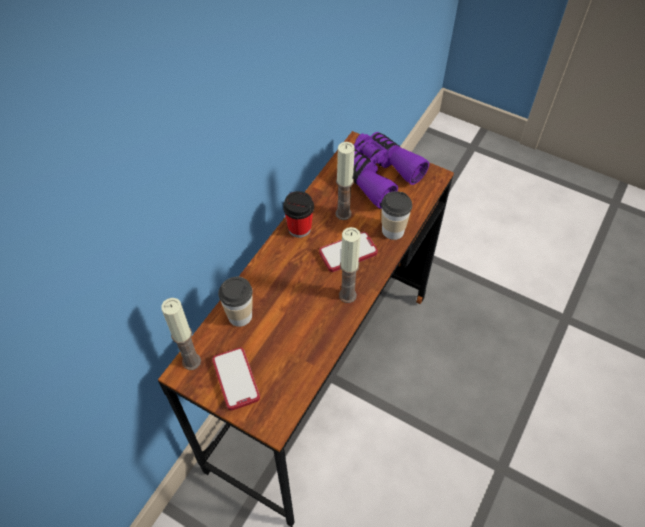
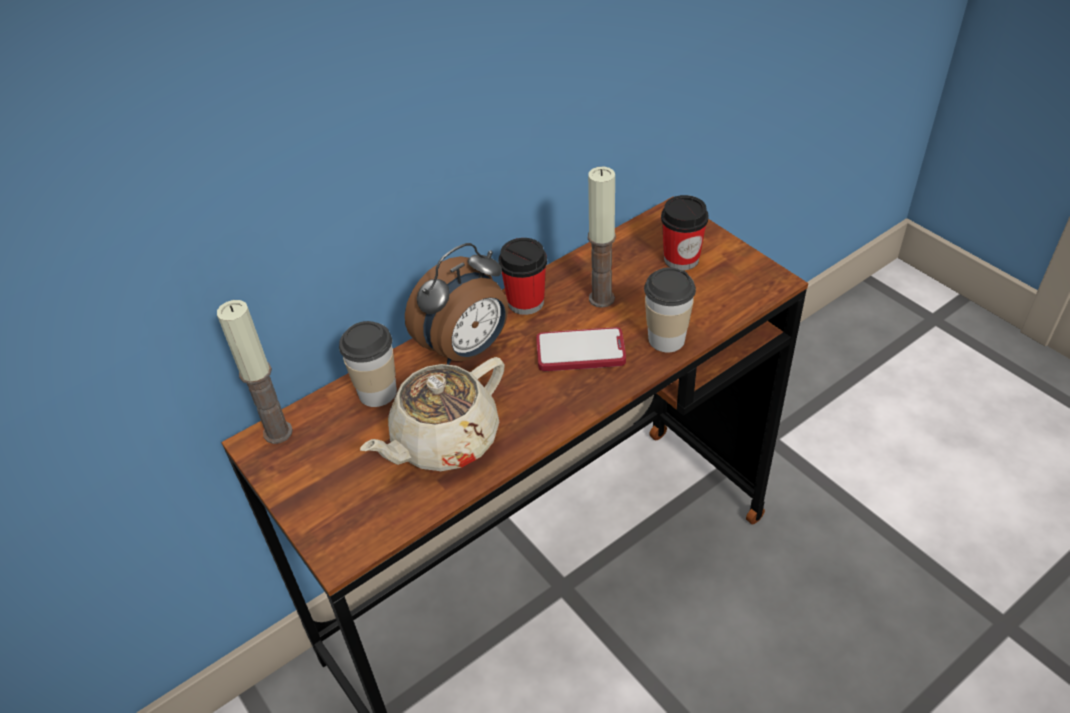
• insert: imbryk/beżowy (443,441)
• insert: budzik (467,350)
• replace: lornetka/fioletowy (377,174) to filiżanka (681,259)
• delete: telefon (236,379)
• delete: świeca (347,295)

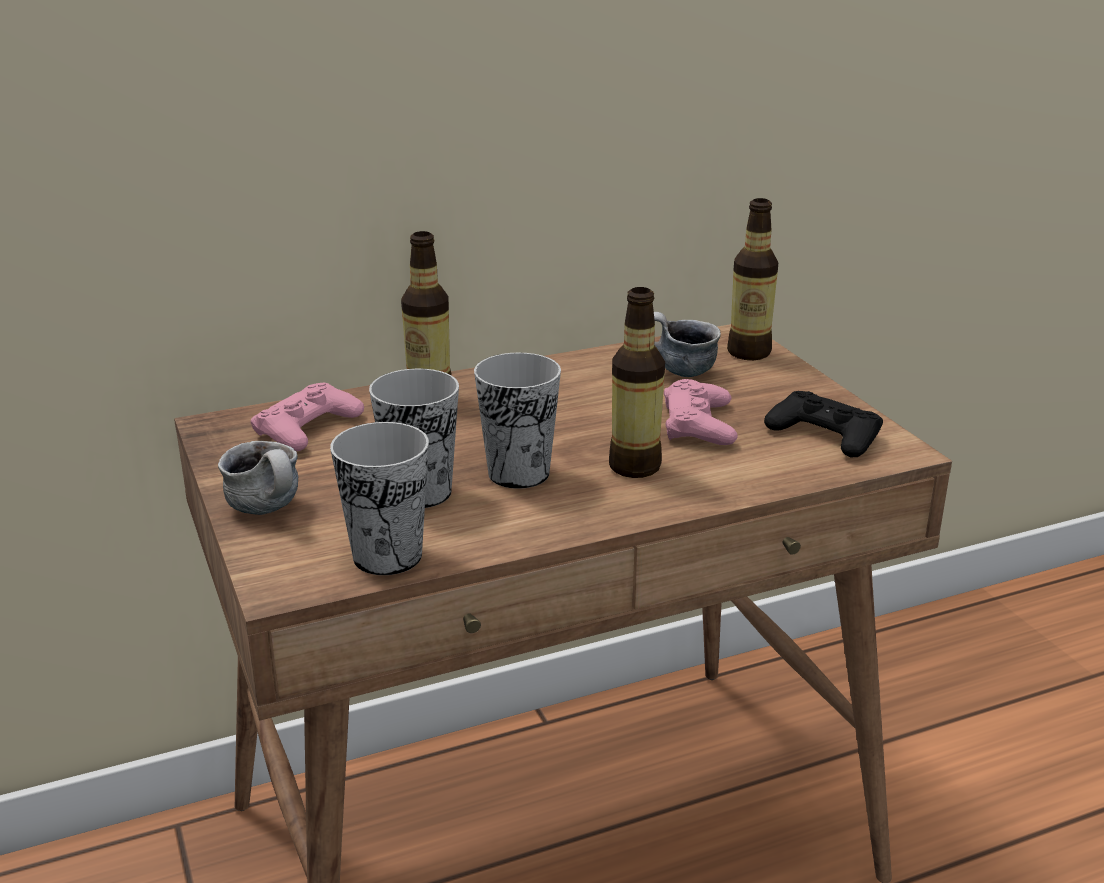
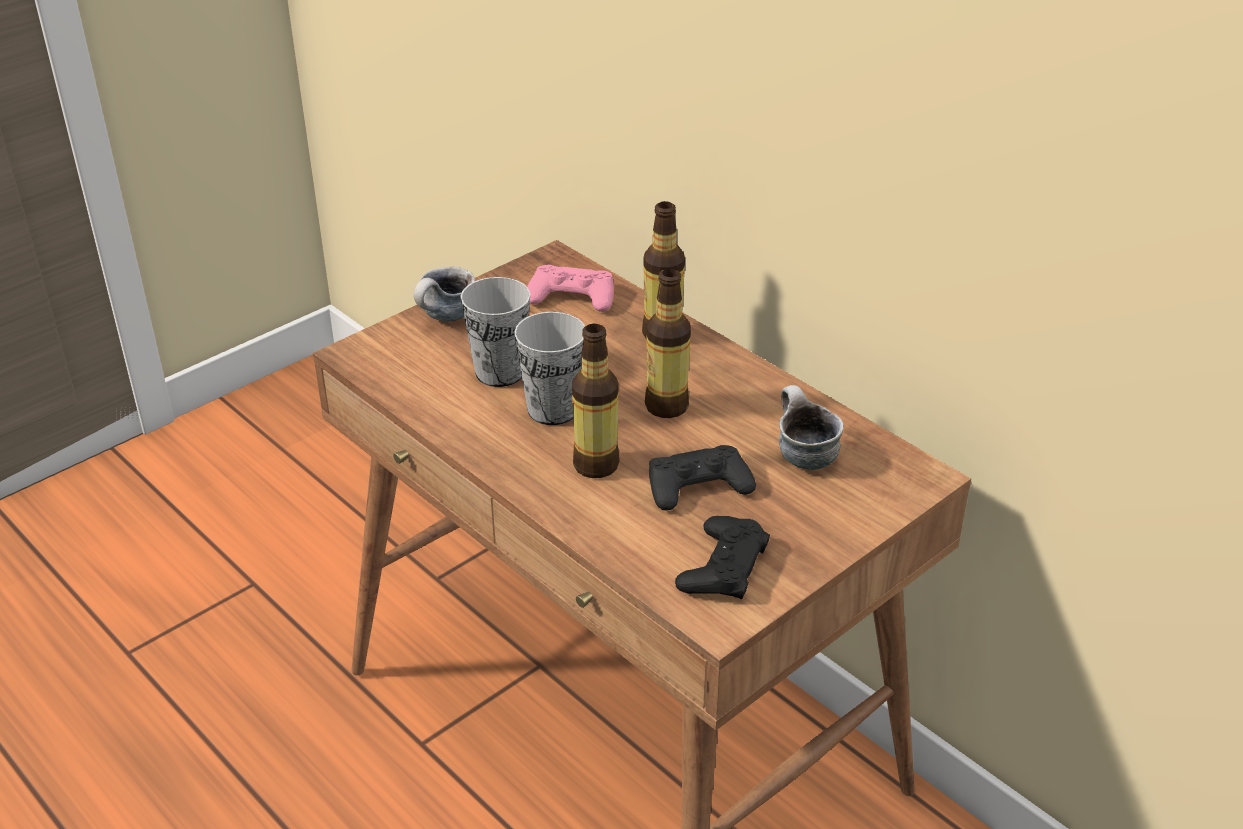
• move: butelka (749,352) to (666,406)
• recolor: pad do gier/różowy (698,424) to pad do gier/czarny (698,486)
• delete: filiżanka (387,556)

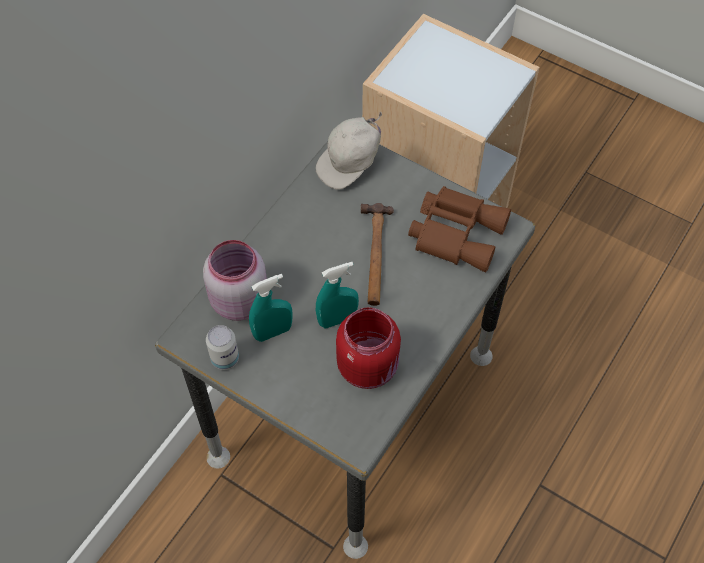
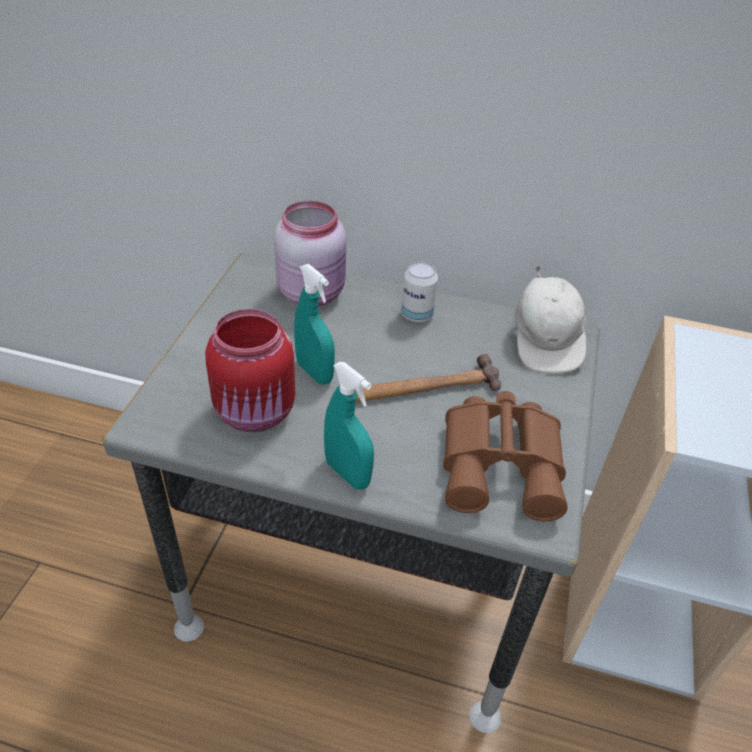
• move: spryskiwacz/turkusowy (273,332) to (347,473)
• move: puszka (225,359) to (417,315)
• rotate: czapka z daszkiem/biały (350,164) = (546,342) 120 degrees counterclockwise

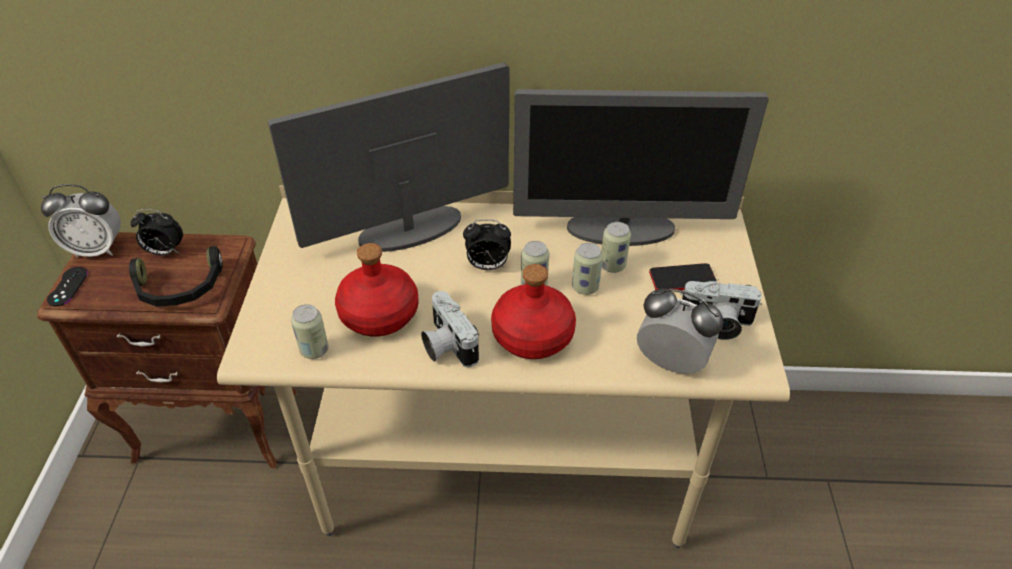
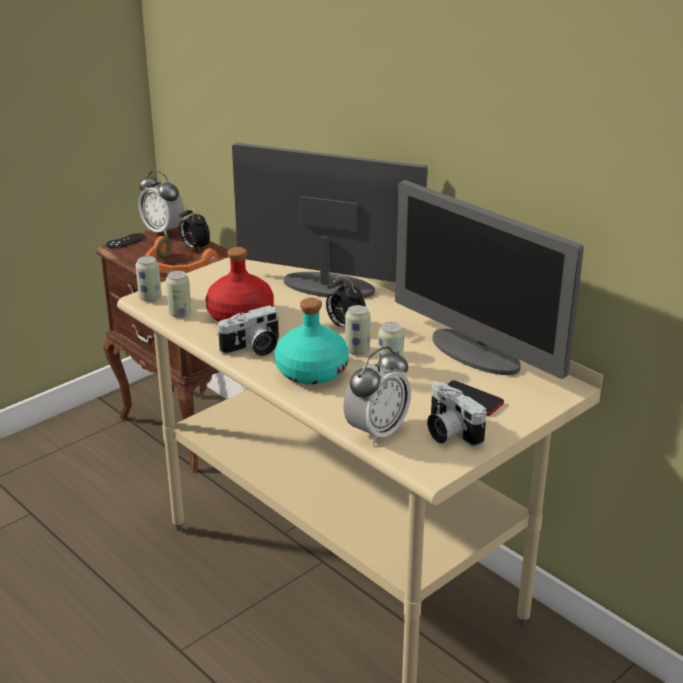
• move: puszka (612,266) to (150,298)
• recolor: słuchawki/czarny (179,288) to słuchawki/pomarańczowy (176,268)
• rotate: aparat fotograficzny (446,345) = (253,348) 135 degrees counterclockwise
• recolor: butelka/czerwony (531,336) to butelka/turkusowy (311,371)
• rotate: budzik (671,362) = (377,431) 60 degrees clockwise

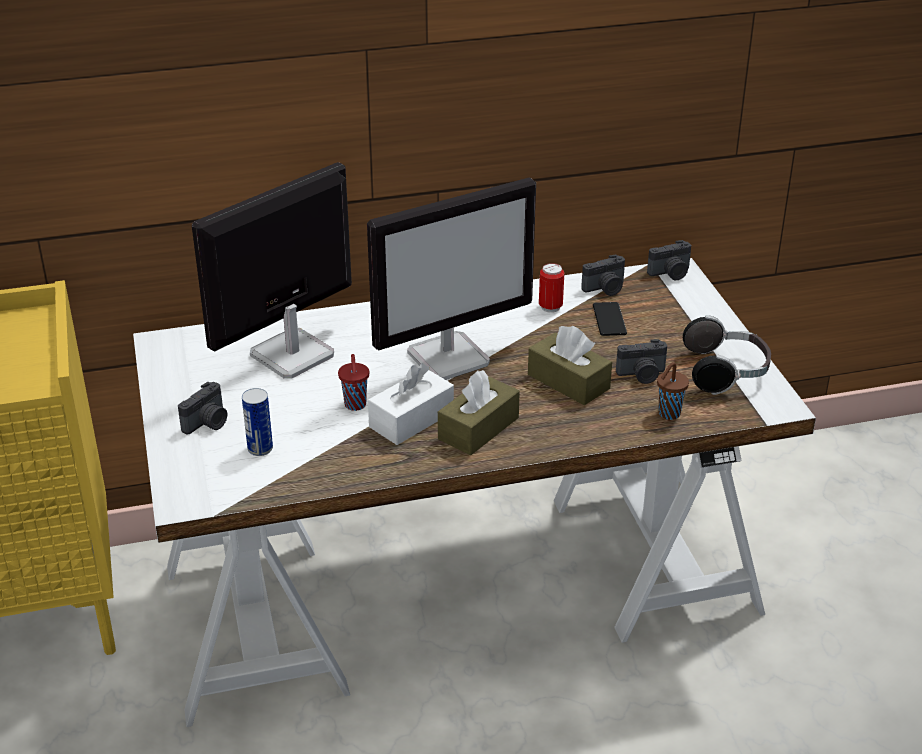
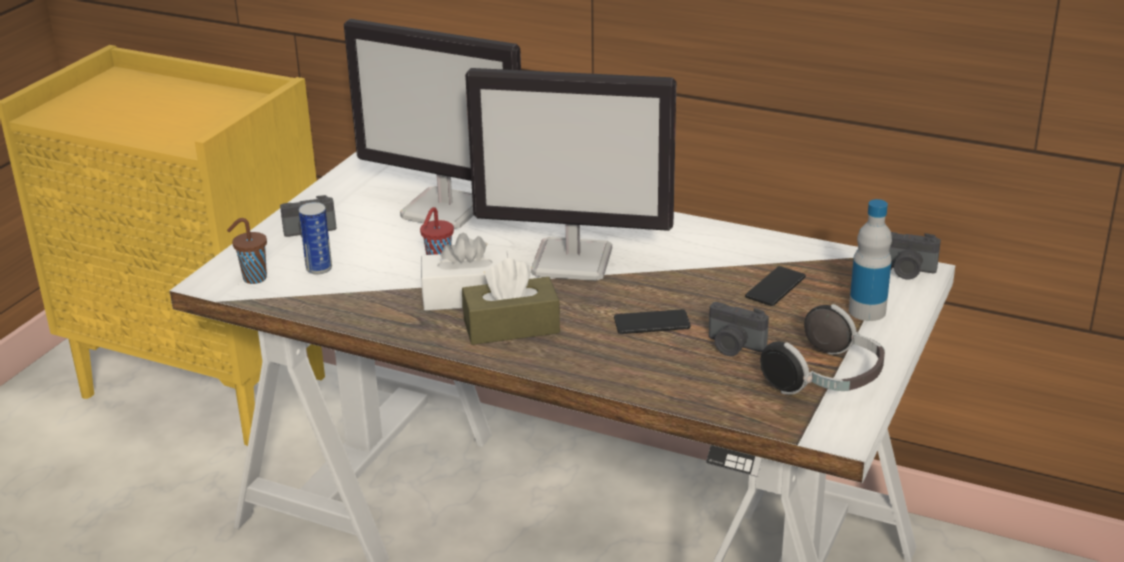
• move: filiżanka/brązowy (668,414) to (253,278)
• rotate: monitor (291,356) = (446,210) 150 degrees counterclockwise
• replace: pudełko chusteczek/brązowy (568,382) to telefon (652,323)
• insert: butelka (867,311)
• delete: puszka (550,307)
• delete: aparat fotograficzny (605,289)

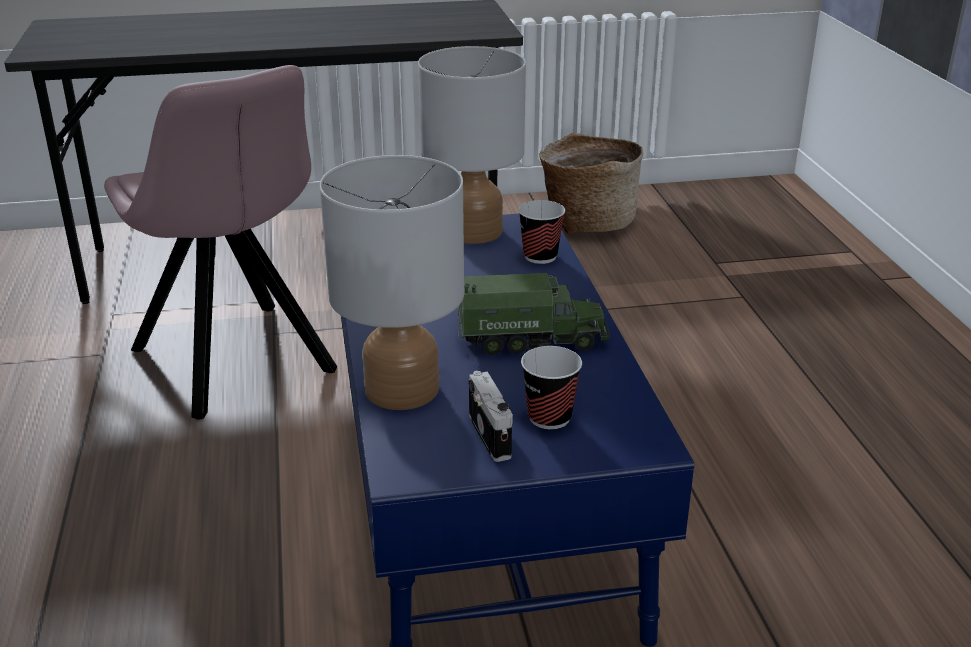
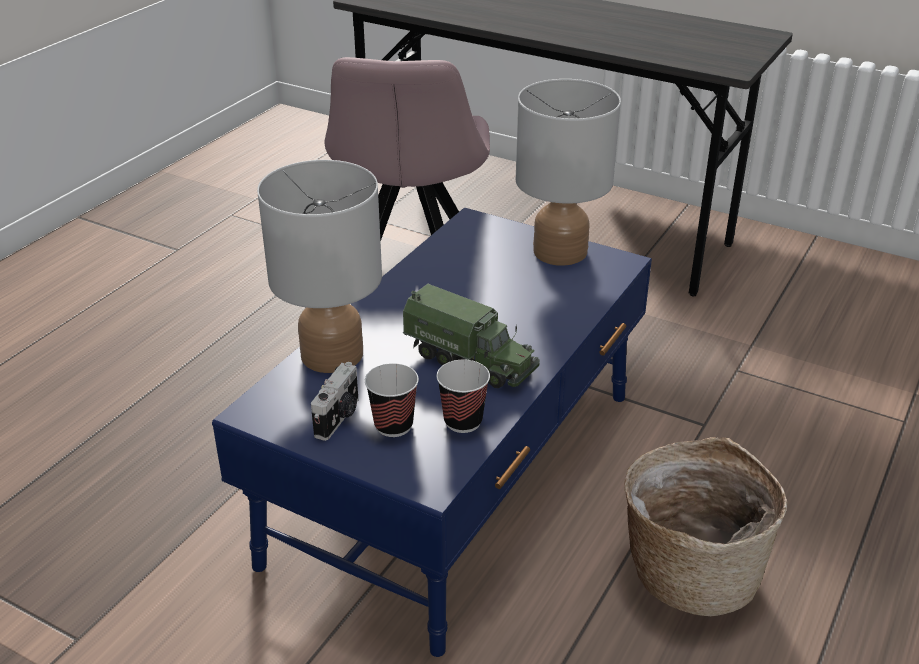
• move: filiżanka (540,256) to (463,421)
• move: koszyk (587,222) to (690,571)

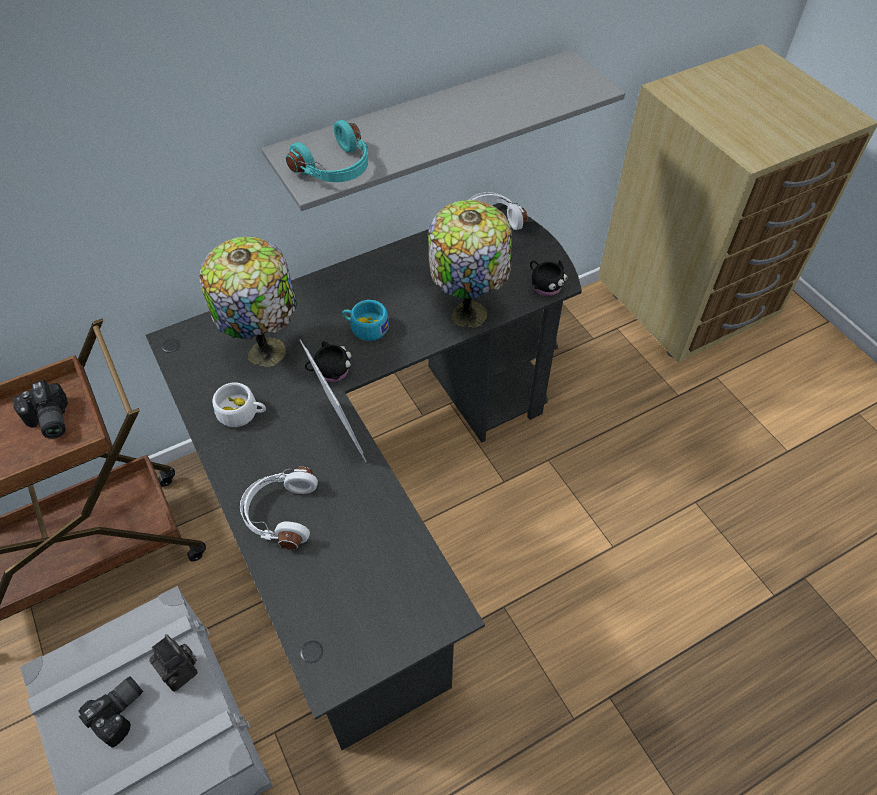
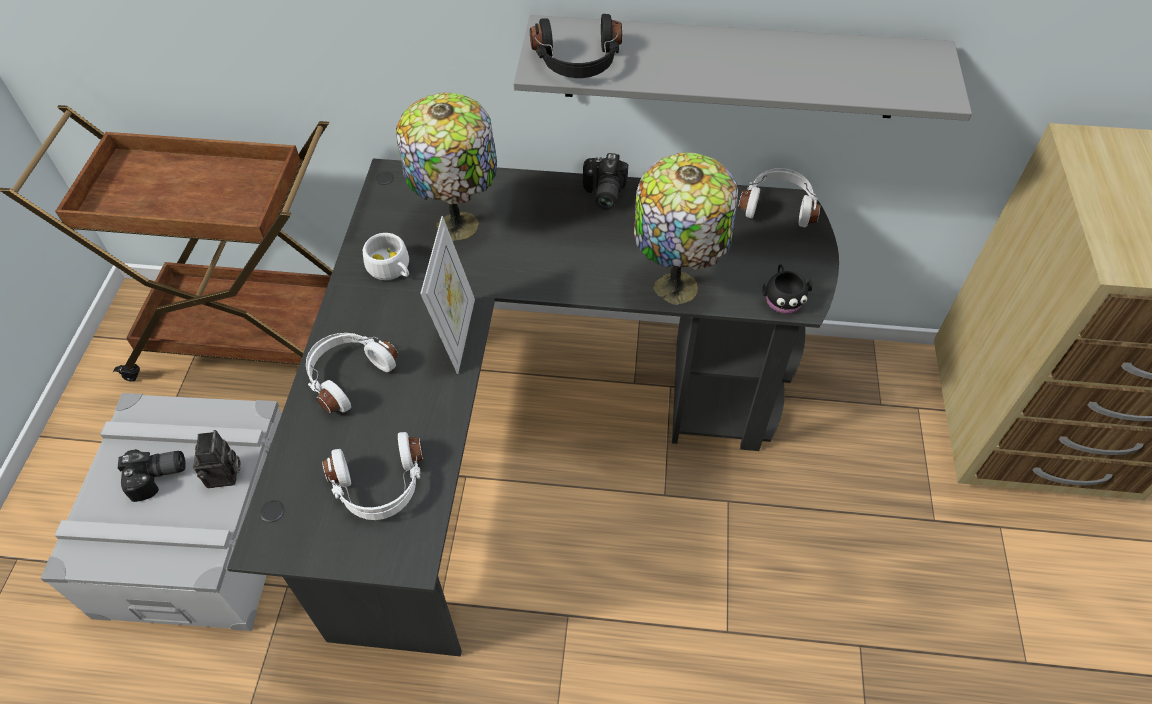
• insert: słuchawki/biały (380,487)
• recolor: słuchawki/turkusowy (336,169) to słuchawki/czarny (578,63)
• move: aparat fotograficzny (48,421) to (602,193)
• delete: kubek/czarny (330,371)
• delete: filiżanka/turkusowy (365,327)

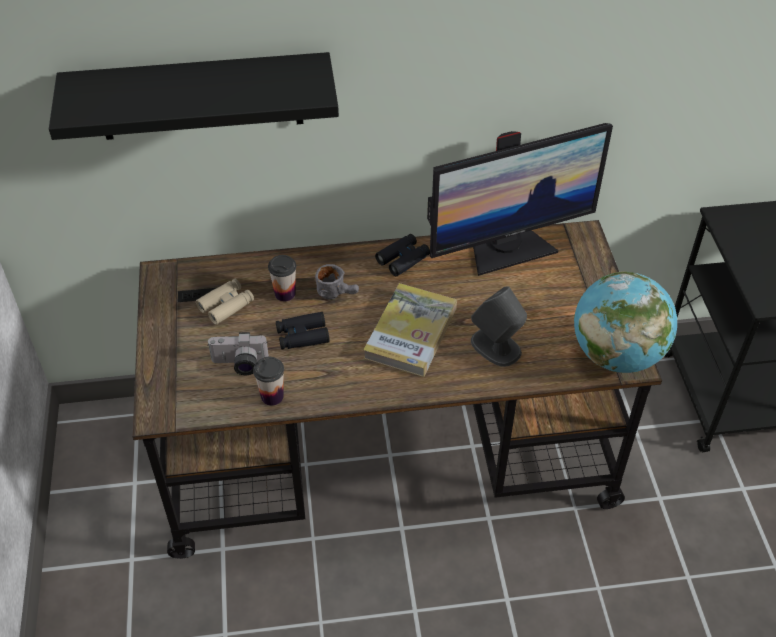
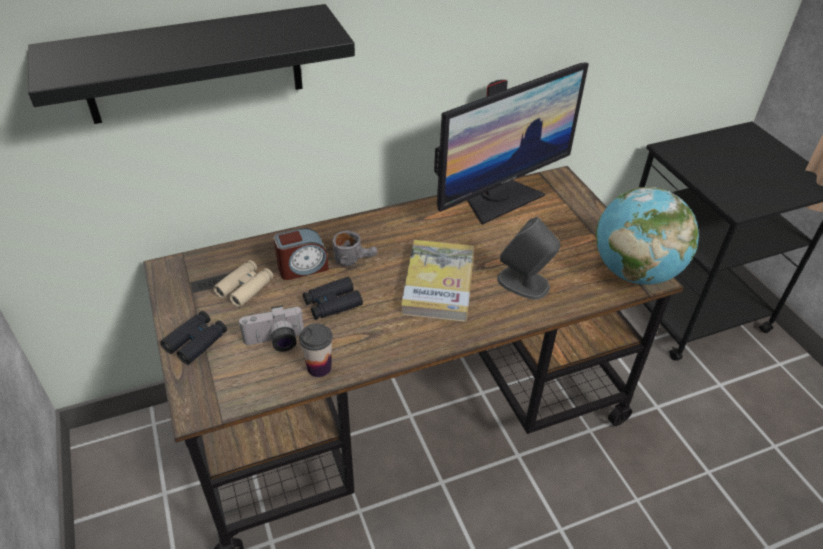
• move: lornetka/czarny (403,259) to (196,341)
• replace: filiżanka (285,293) to budzik (302,268)

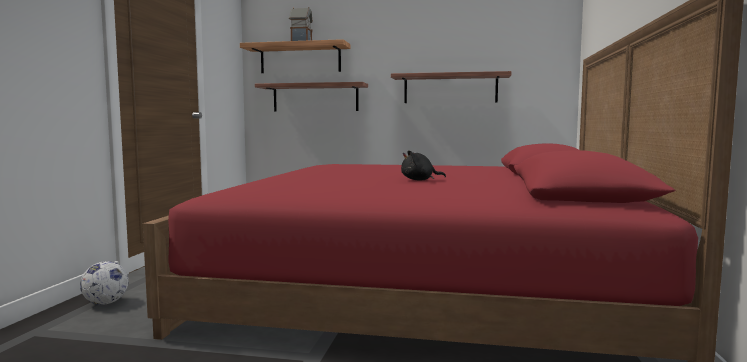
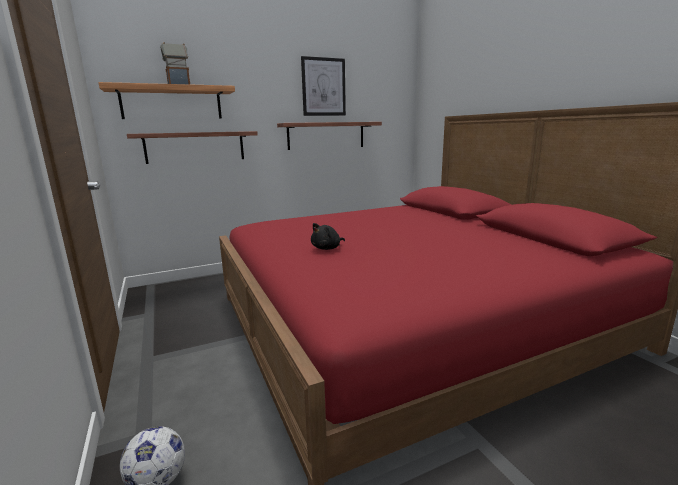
• insert: obraz (323,87)
• move: pluszak/czarny (419,180) to (327,248)

